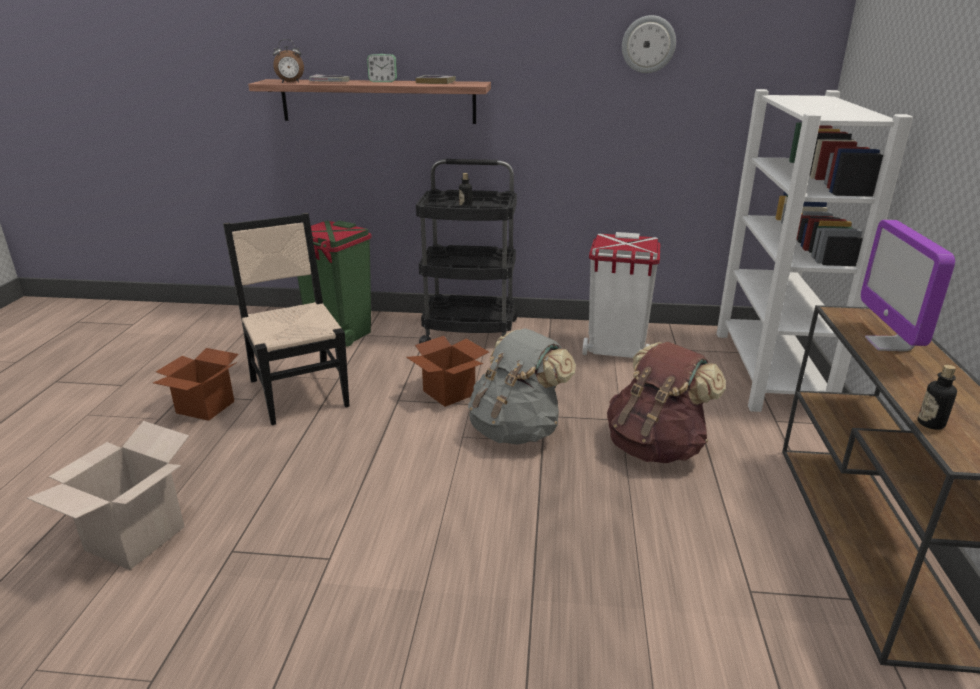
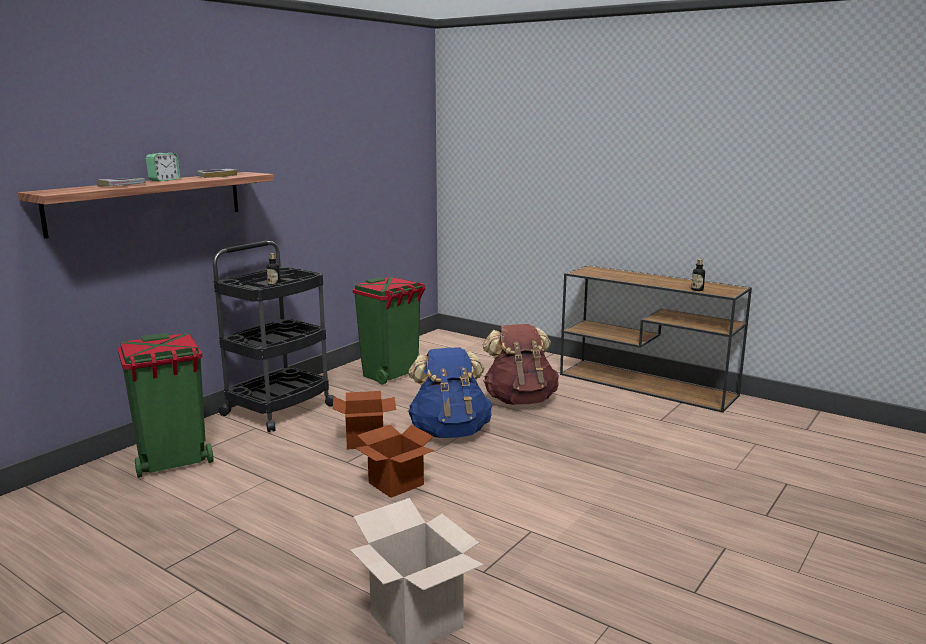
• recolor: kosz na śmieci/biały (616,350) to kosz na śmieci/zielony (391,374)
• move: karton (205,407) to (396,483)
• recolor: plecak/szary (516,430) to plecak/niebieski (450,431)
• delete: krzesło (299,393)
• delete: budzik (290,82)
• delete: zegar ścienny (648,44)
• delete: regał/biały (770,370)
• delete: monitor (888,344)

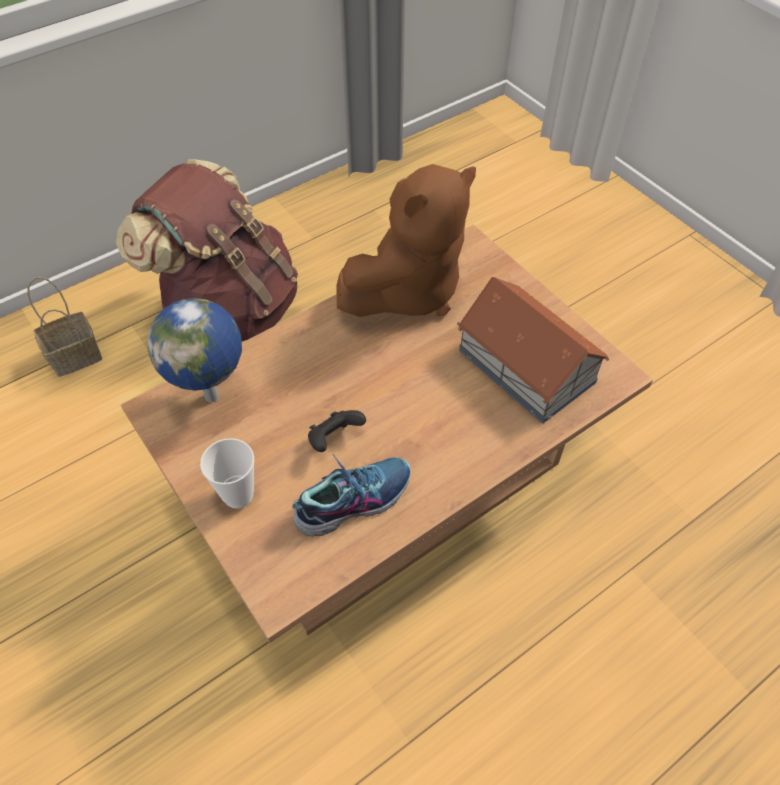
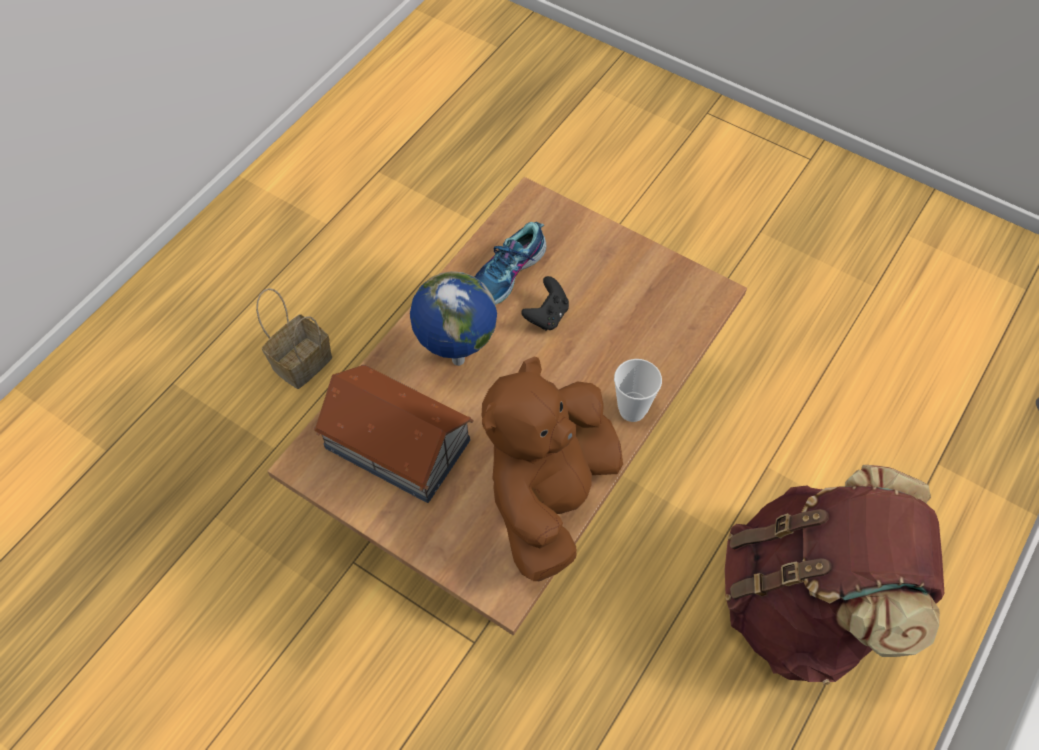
• move: koszyk (74,358) to (303,361)
• move: globus (213,396) to (456,360)
• move: filiżanka (238,495) to (632,410)

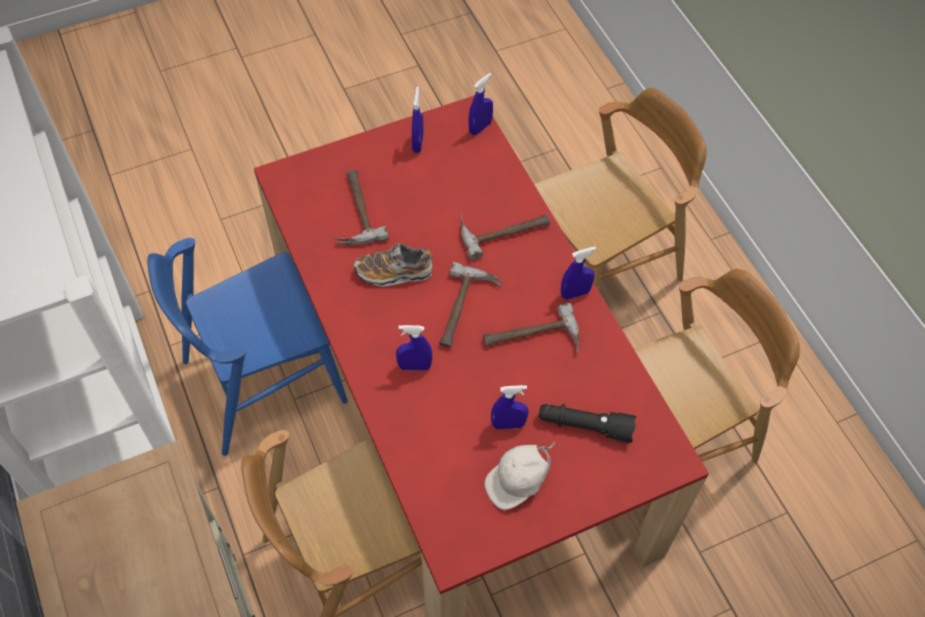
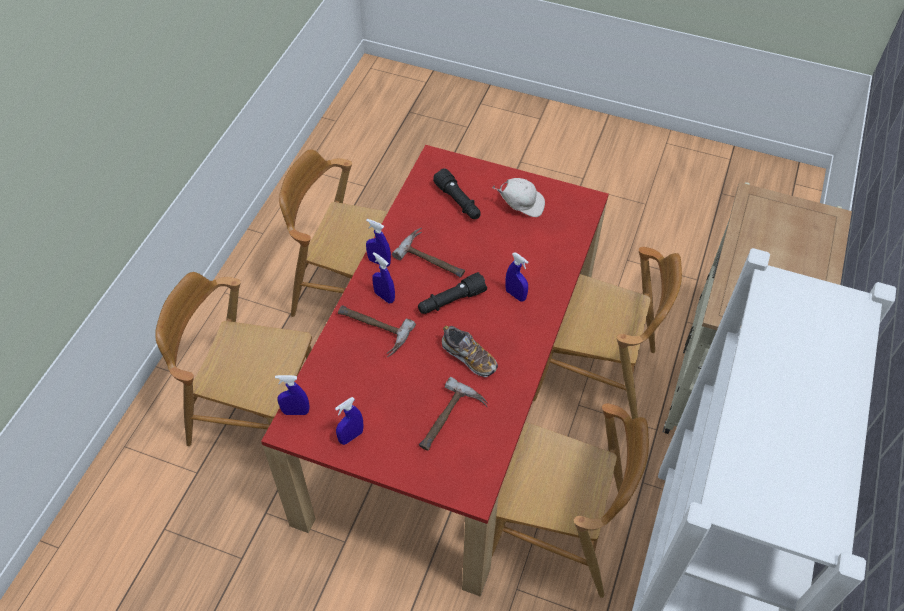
• move: spryskiwacz/niebieski (508,424) to (384,297)
• replace: młotek (467,310) to latarka/czarny (451,301)
• recolor: krzesło/niebieski (263,381) to krzesło/brązowy (556,531)

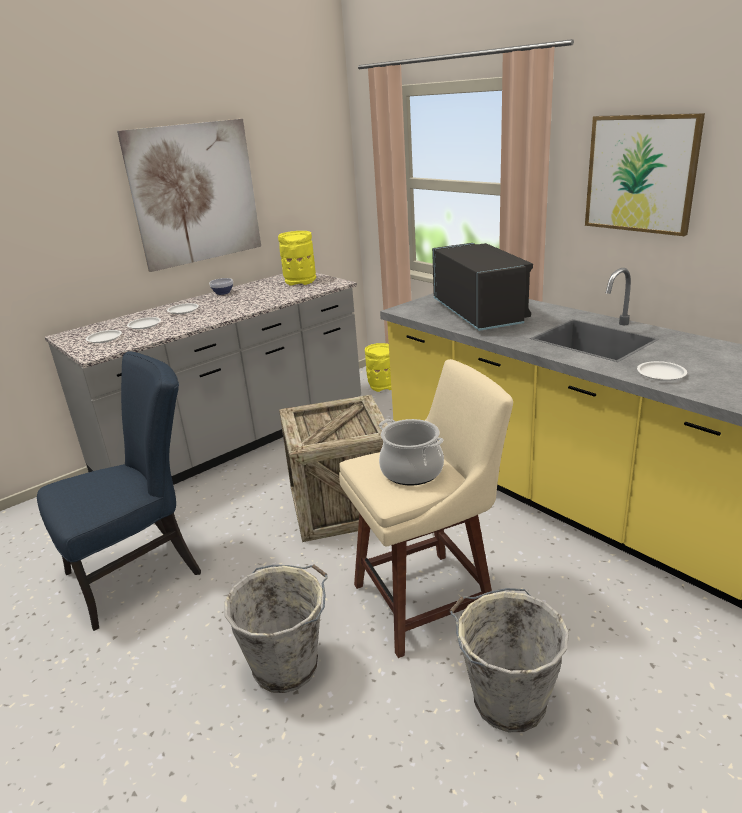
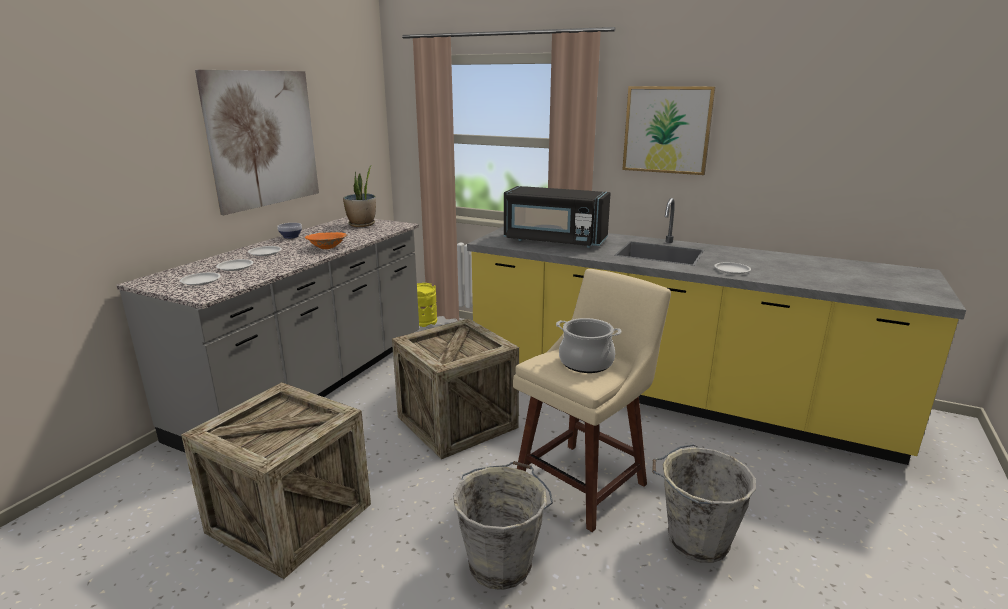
• replace: krzesło/niebieski (142,571) to skrzynka (290,518)
• insert: miska/pomarańczowy (327,247)
• replace: wazon/żółty (300,281) to roślina doniczkowa (362,224)
• rotate: mikrofalówka/czarny (479,313) = (554,241) 150 degrees clockwise

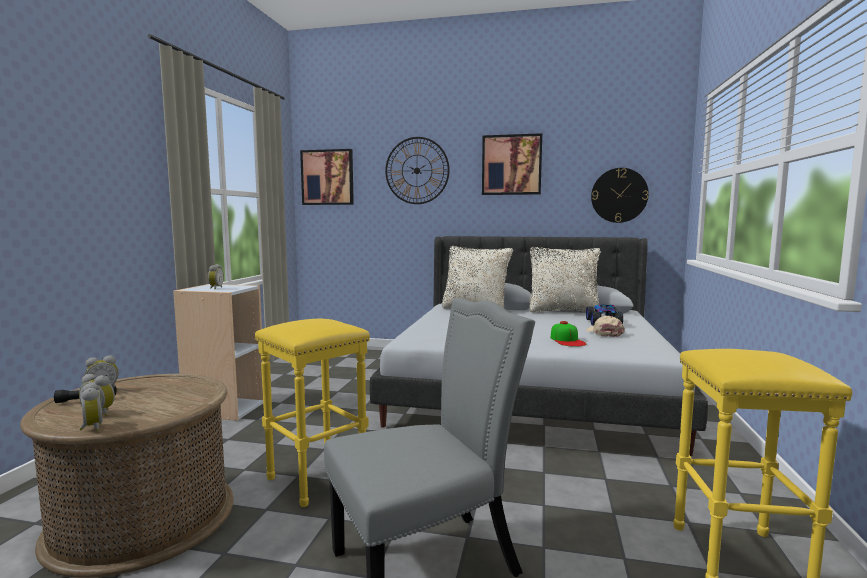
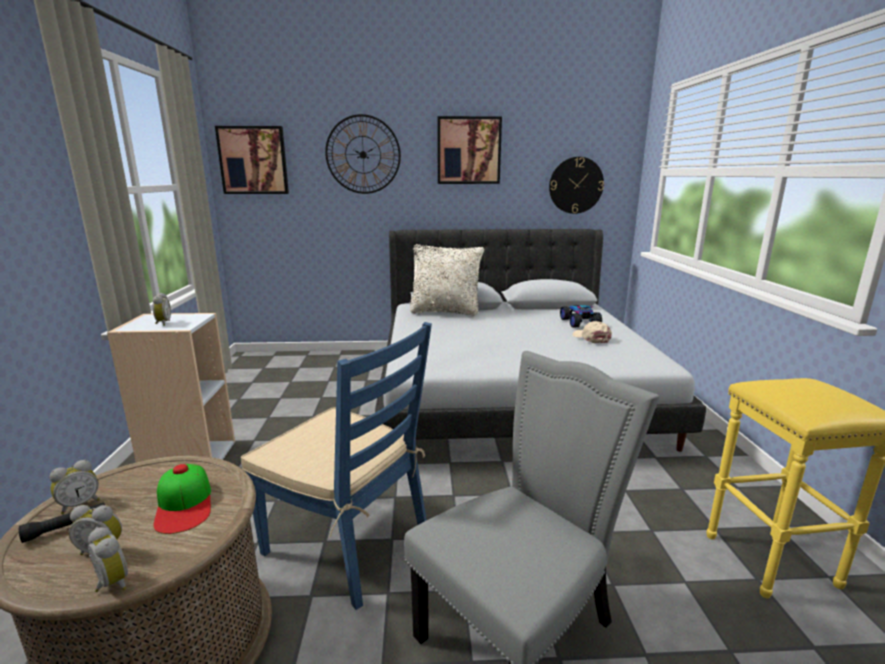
• move: czapka z daszkiem (567,340) to (184,504)
• replace: stołek/żółty (316,480) to krzesło/niebieski (348,543)
• delete: poduszka/beżowy (563,312)

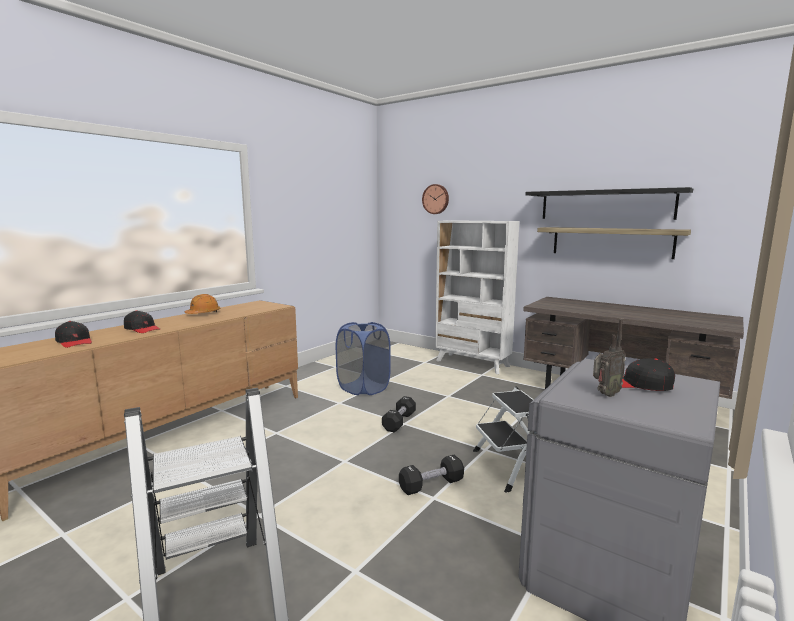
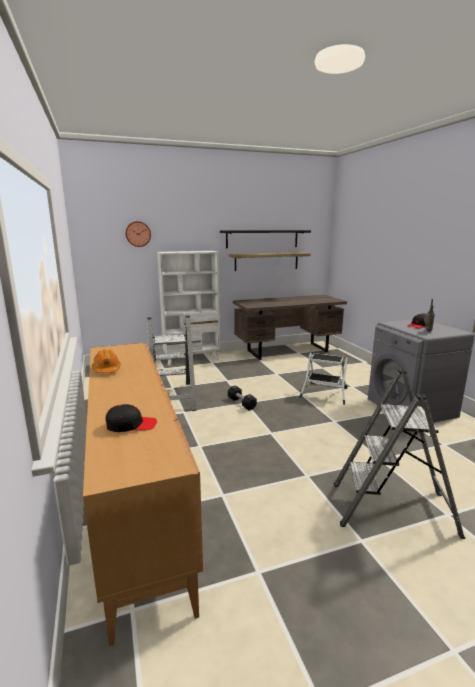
• replace: kosz na pranie/niebieski (363,388) to drabinka/szary (172,398)
• delete: czapka z daszkiem/czarny (142,329)
• delete: hantel/czarny (431,485)

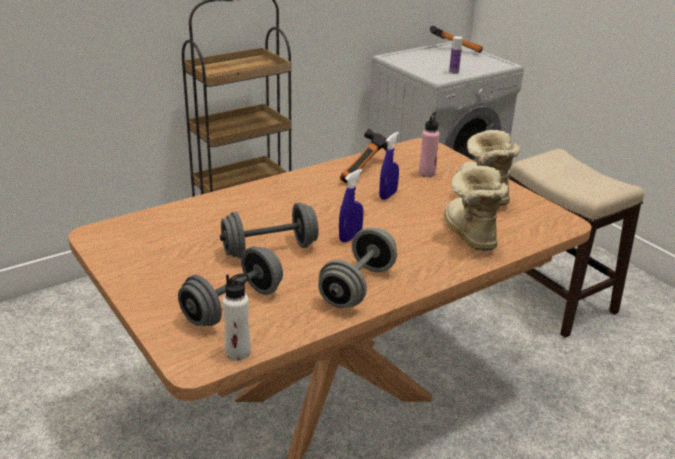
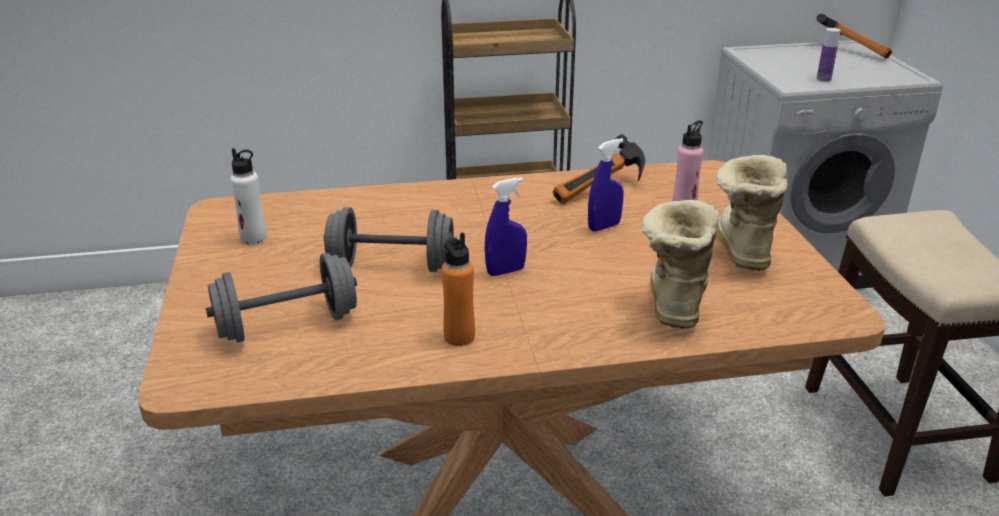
• move: butelka/biały (238,352) to (253,238)
• replace: hantel/szary (357,286) to butelka/pomarańczowy (459,337)

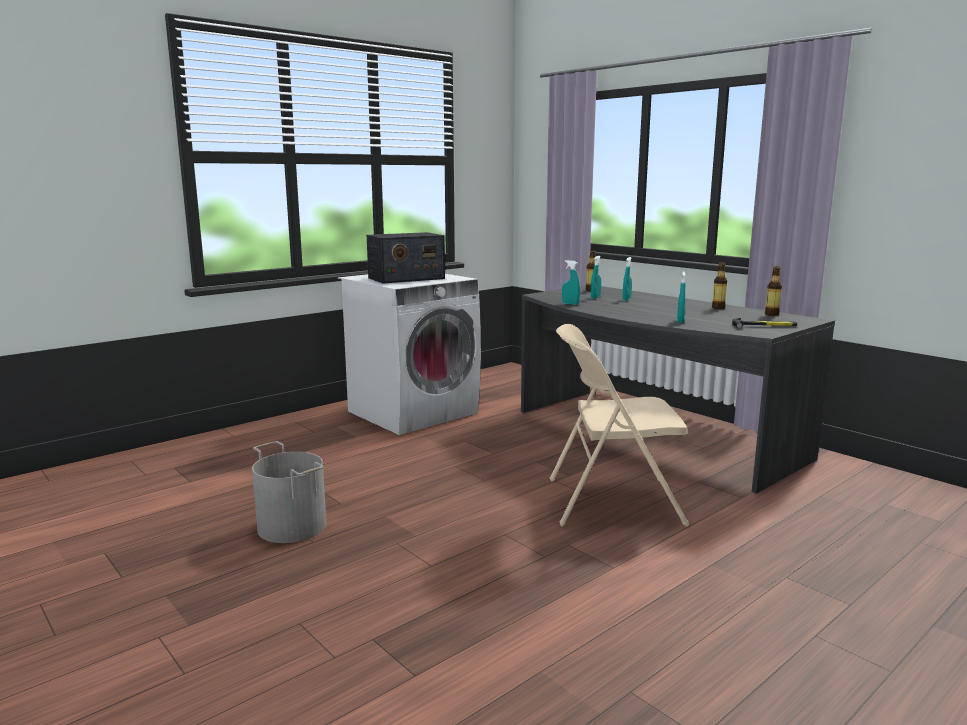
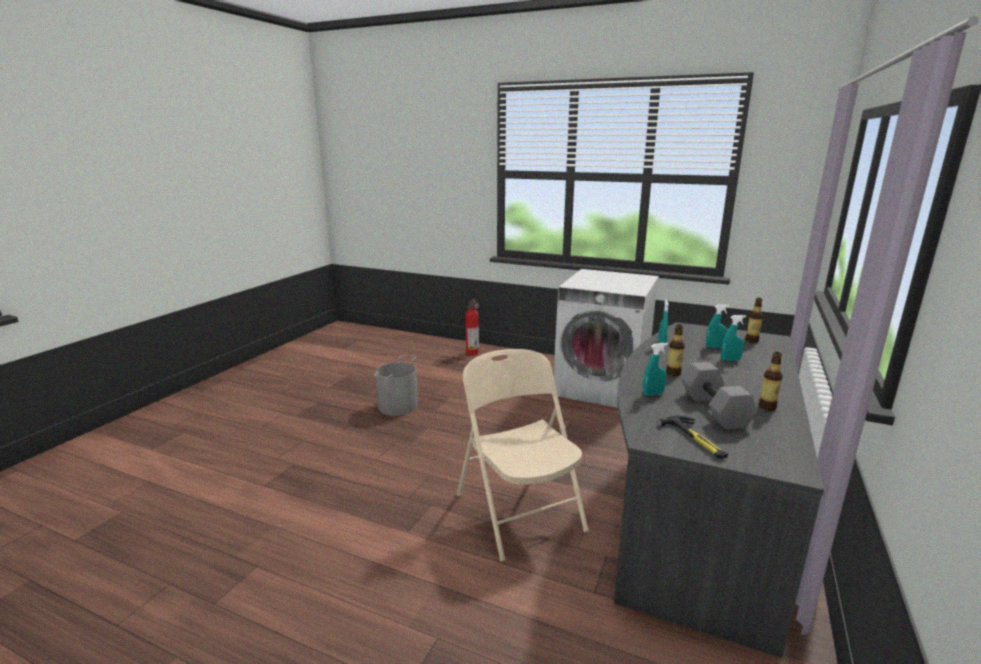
• insert: gaśnica (472,352)
• move: butelka (771,314) to (673,373)
• insert: hantel/szary (716,410)
• delete: radio (406,278)

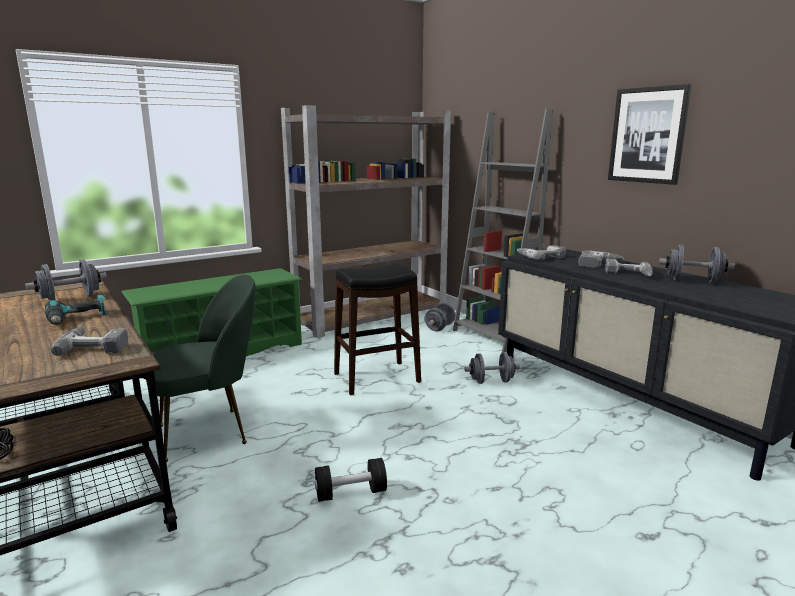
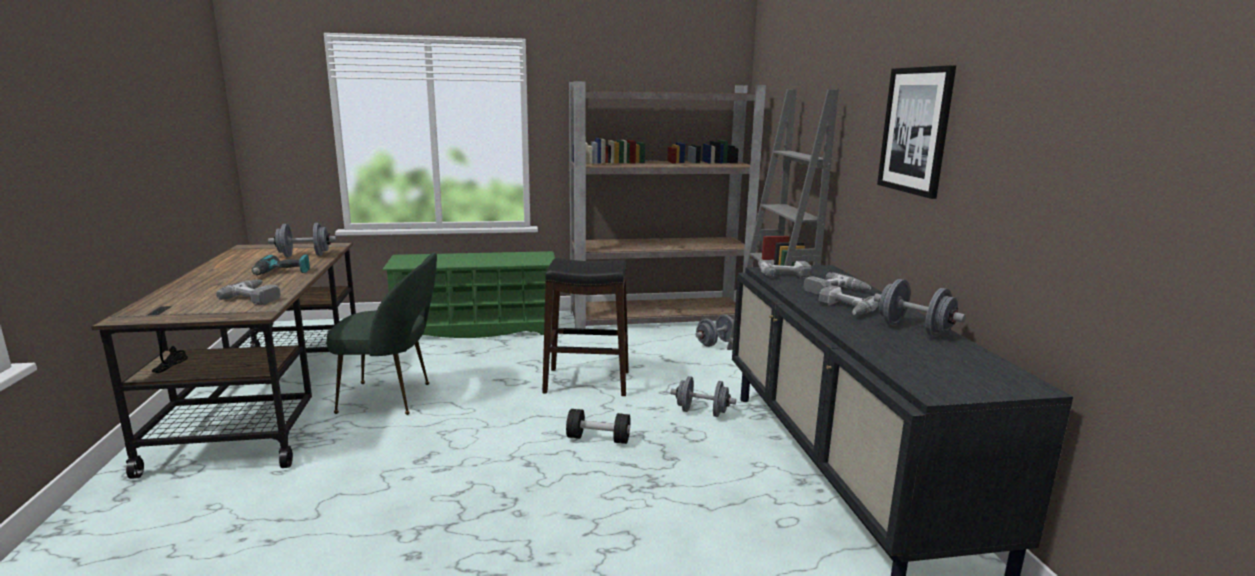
• move: hantel/czarny (351,493) to (598,438)

